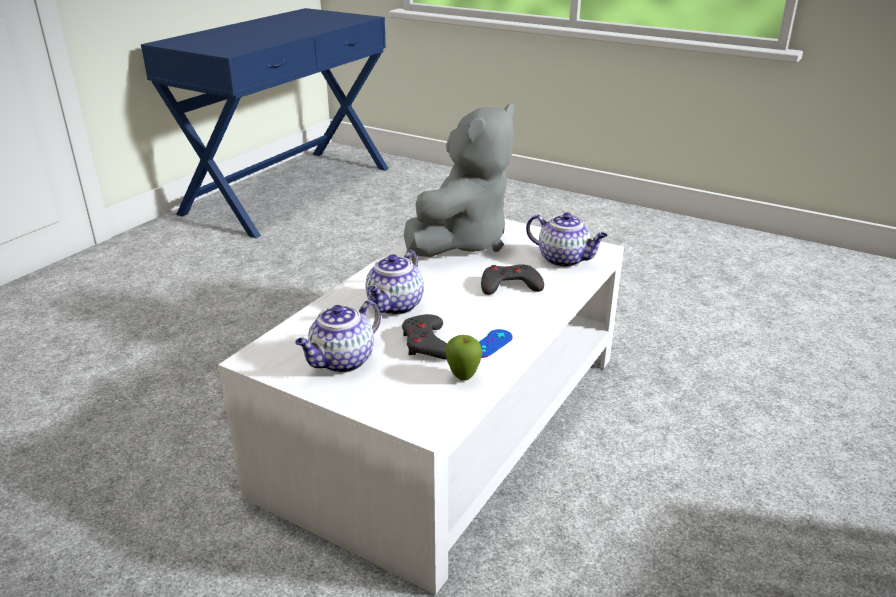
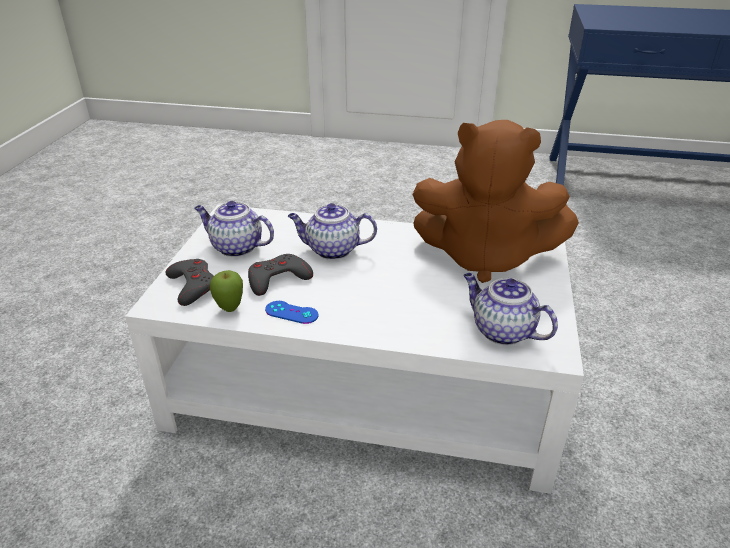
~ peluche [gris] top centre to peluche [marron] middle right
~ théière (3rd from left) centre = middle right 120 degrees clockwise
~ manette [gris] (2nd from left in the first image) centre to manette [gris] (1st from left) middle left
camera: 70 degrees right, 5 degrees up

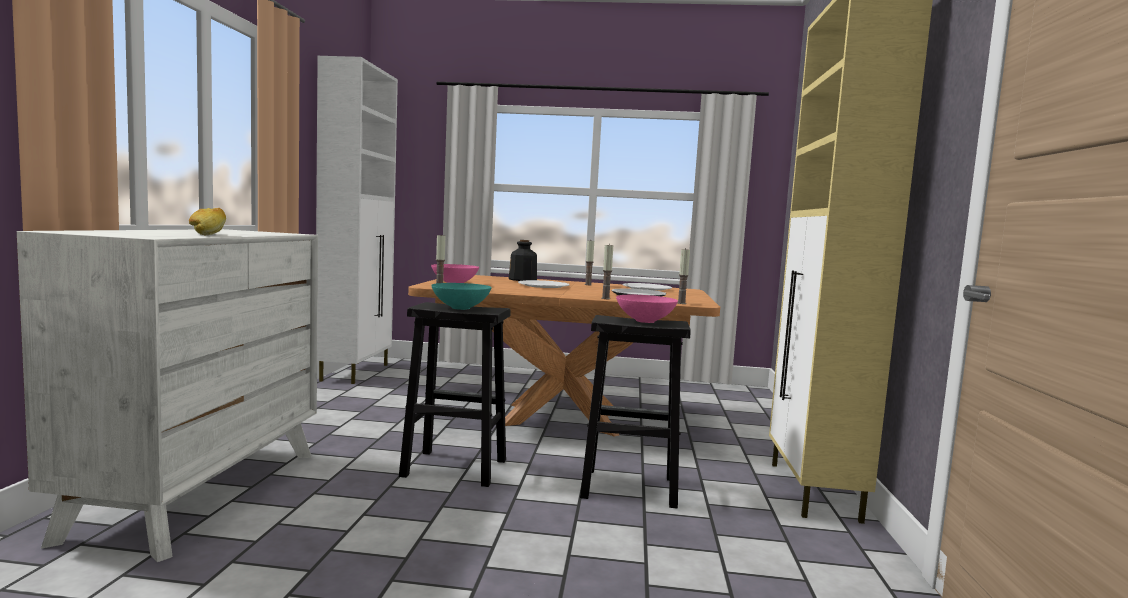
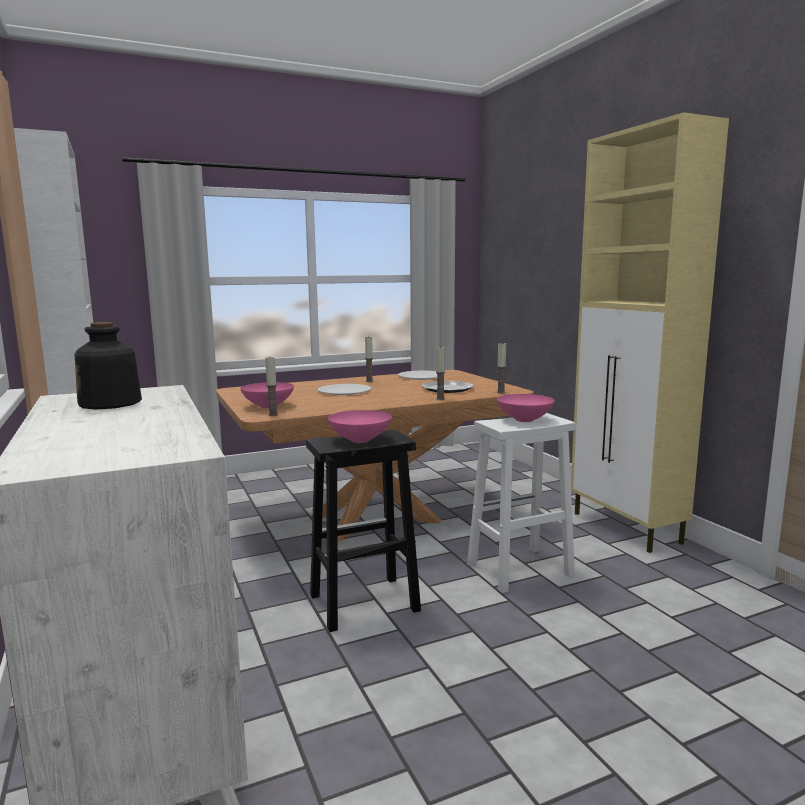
- pain middle left
~ bouteille centre to middle left
~ bol [turquoise] centre to bol [rose] (2nd from left) centre
~ tabouret [noir] (2nd from left) bottom centre to tabouret [blanc] centre
camera: 30 degrees left, 5 degrees up

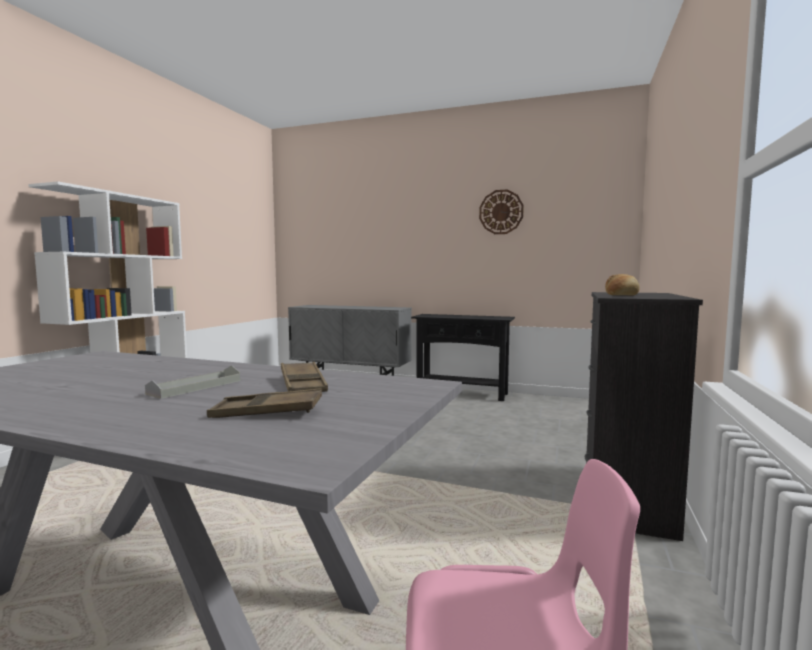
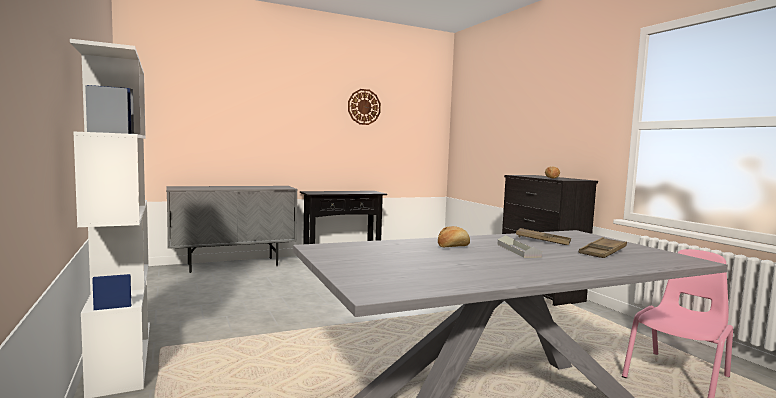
+ pain (1st from left) centre
camera: 45 degrees left, 0 degrees up

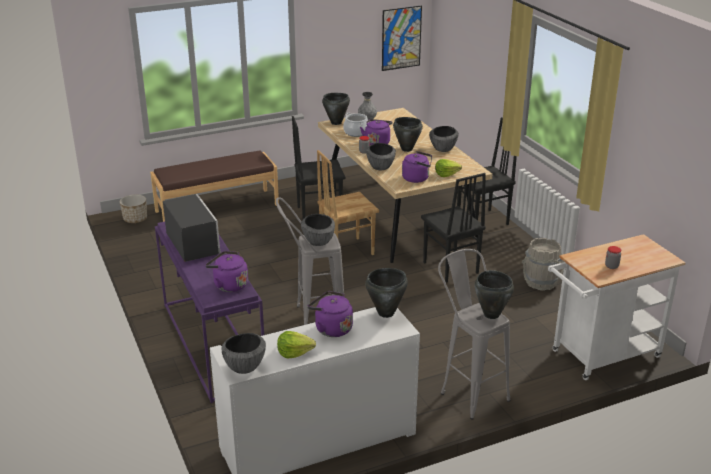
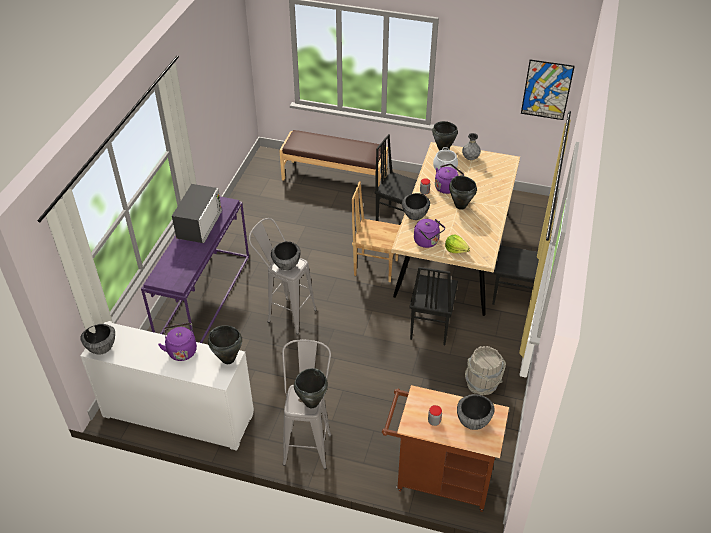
~ bol (4th from left) top centre to bottom right
- cache-pot middle left
~ chariot [blanc] middle right to chariot [marron] bottom centre
- bouilloire [violet] (1st from left) middle left
- laitue (1st from left) bottom centre
camera: 40 degrees right, 15 degrees up

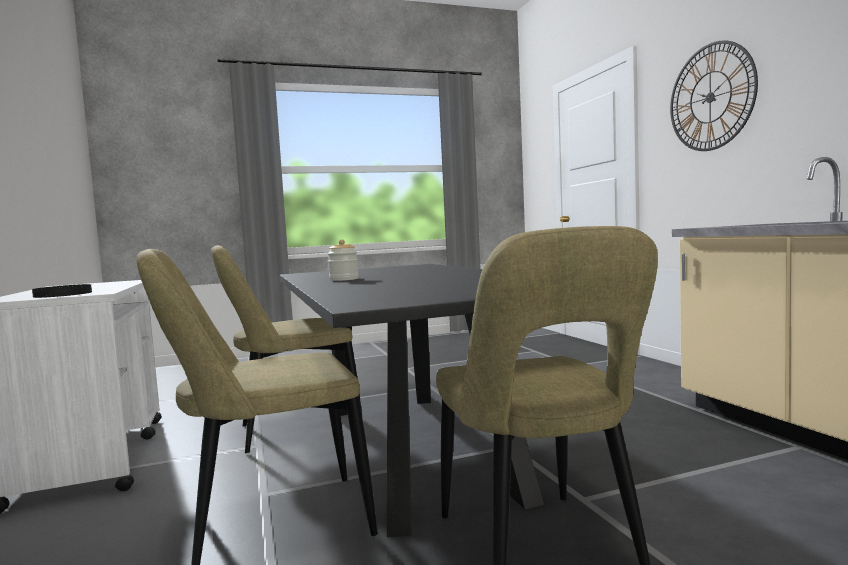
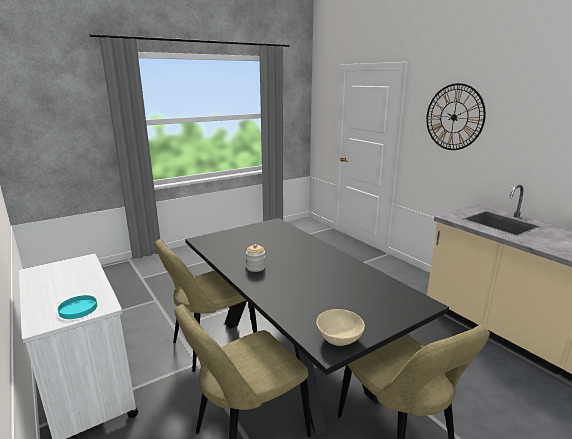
~ assiette [noir] middle left to assiette [turquoise] bottom left
+ bol [beige] bottom centre
camera: 15 degrees left, 15 degrees up

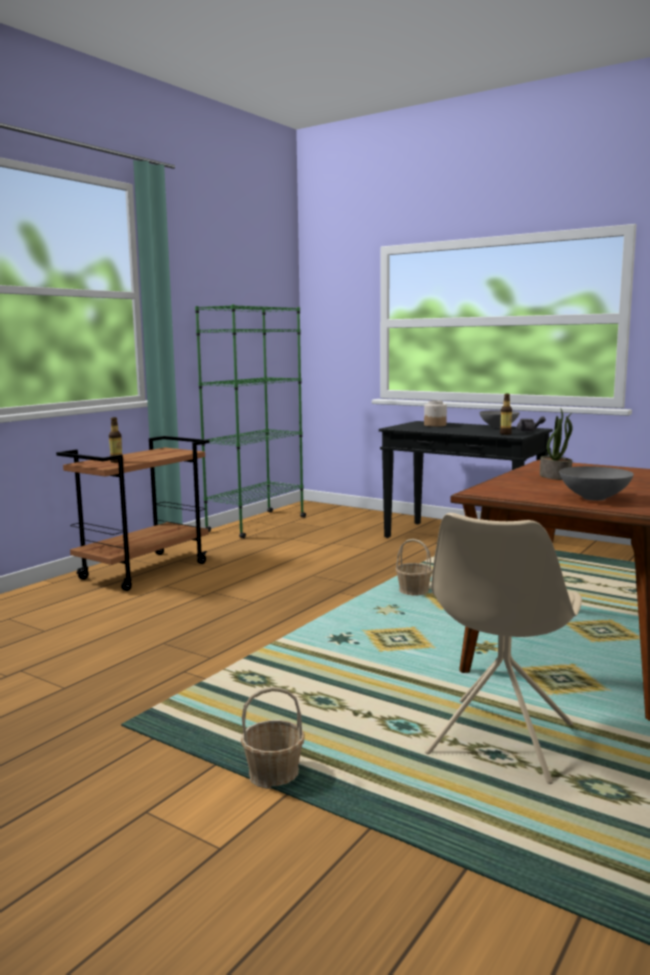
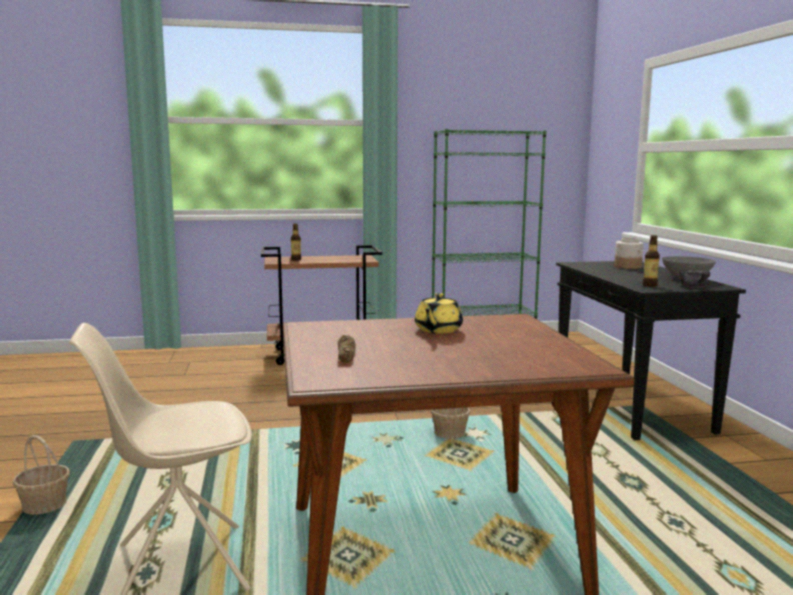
~ plante en pot middle right to théière [jaune] centre
~ bol [gris] (2nd from left) middle right to pain centre
camera: 45 degrees right, 0 degrees up

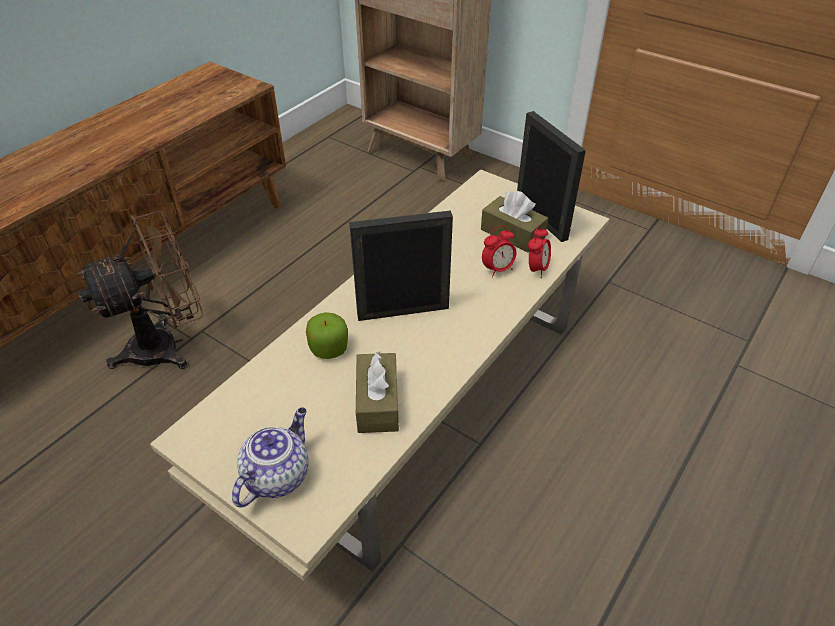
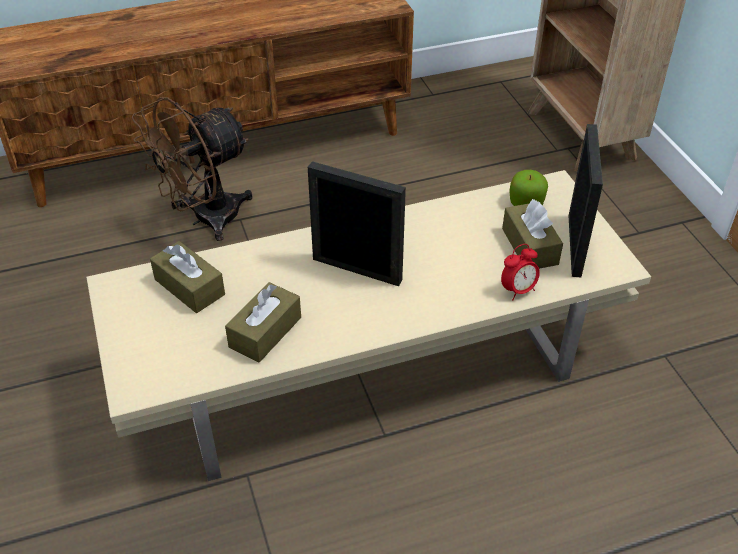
~ ventilateur [marron] middle left = top left 135 degrees clockwise
- réveil (1st from left) centre
~ pomme centre to middle right
- théière bottom left
+ boîte à mouchoirs [marron] (1st from left) middle left
camera: 35 degrees right, 0 degrees up

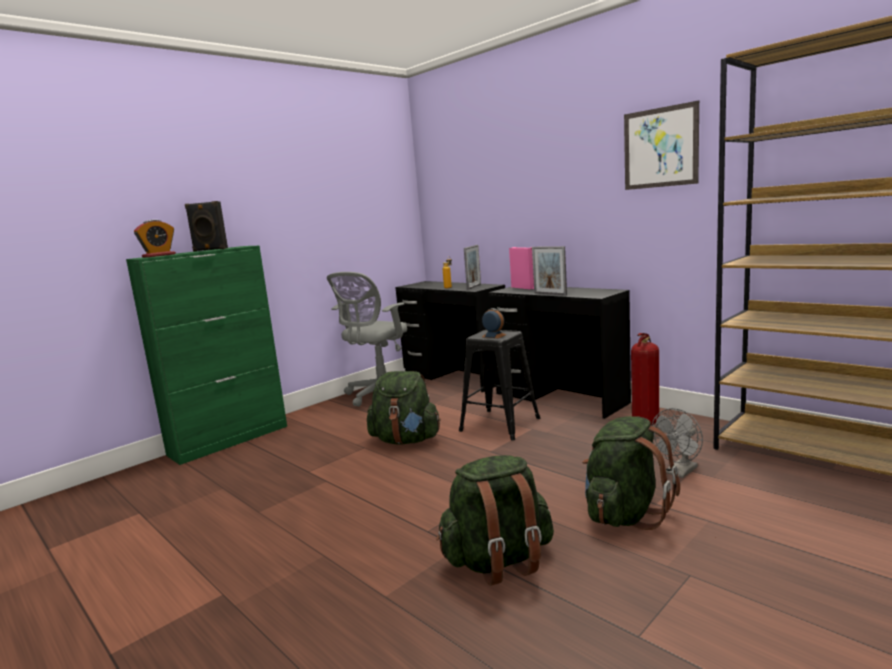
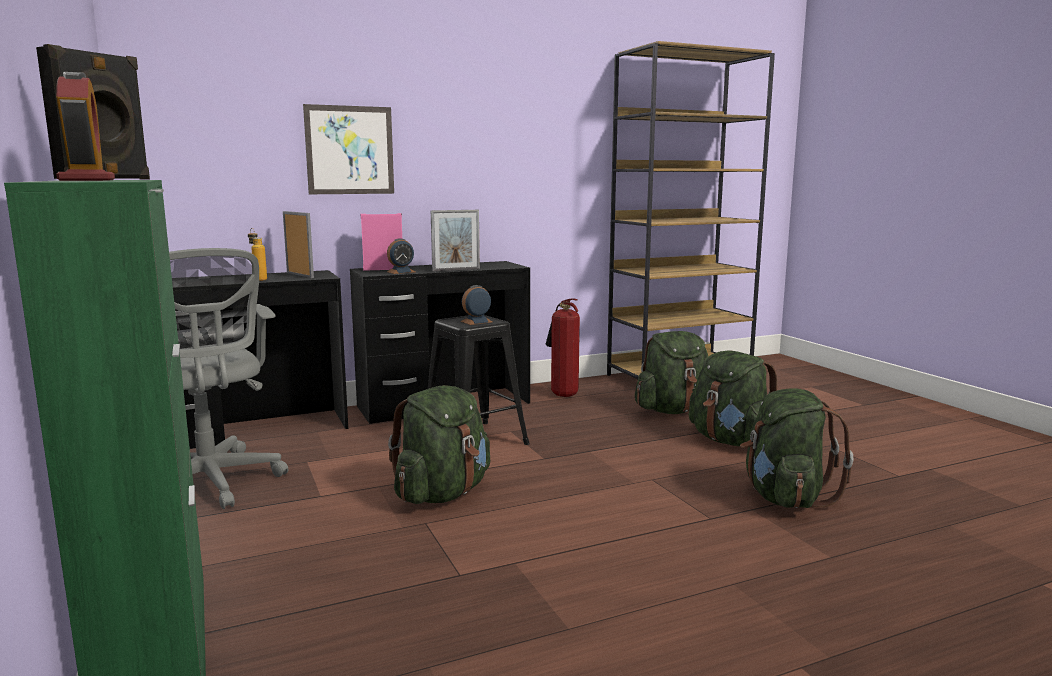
~ tableau top right to top left
~ ventilateur [gris] middle right to sac à dos [vert] (2nd from left) centre
+ réveil (2nd from left) centre
camera: 70 degrees left, 0 degrees up

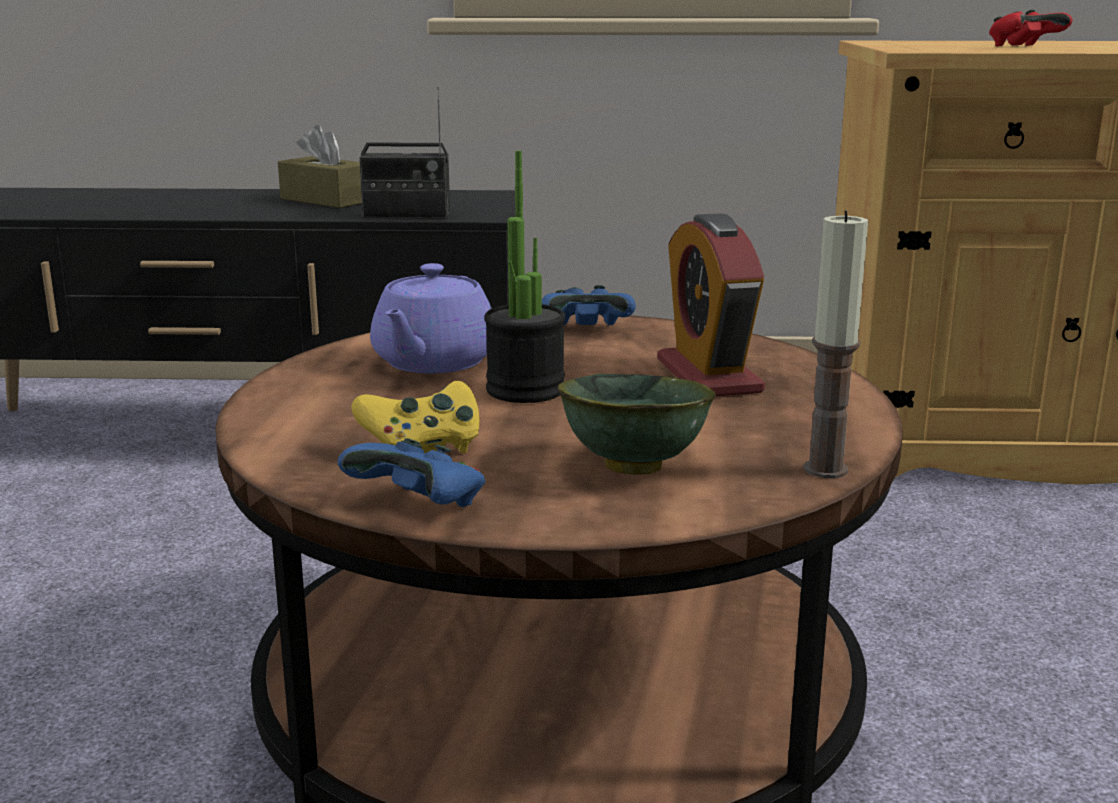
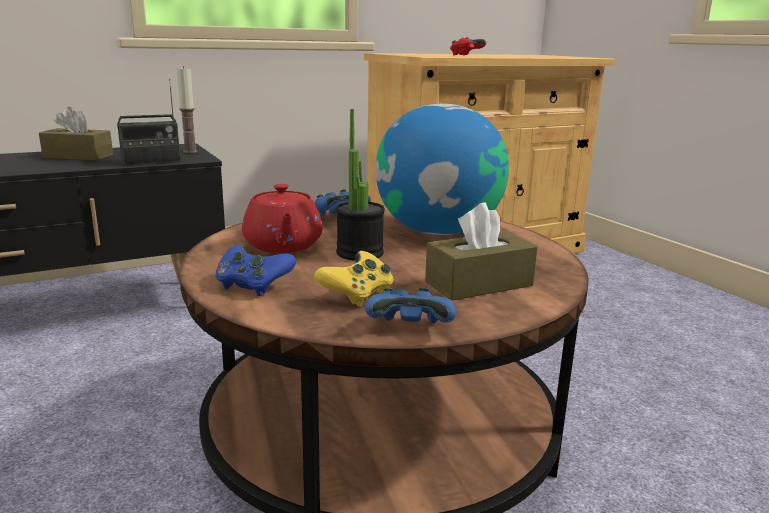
~ bougie middle right to top left
~ réveil centre to globe top centre
~ théière [violet] centre to théière [rouge] centre
~ bol [vert] centre to boîte à mouchoirs [marron] (2nd from left) centre
+ manette [bleu] (1st from left) middle left
camera: 30 degrees left, 0 degrees up

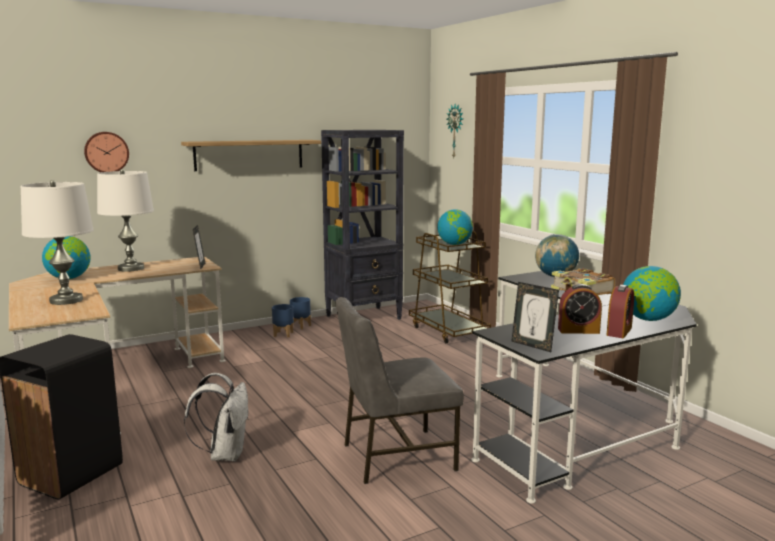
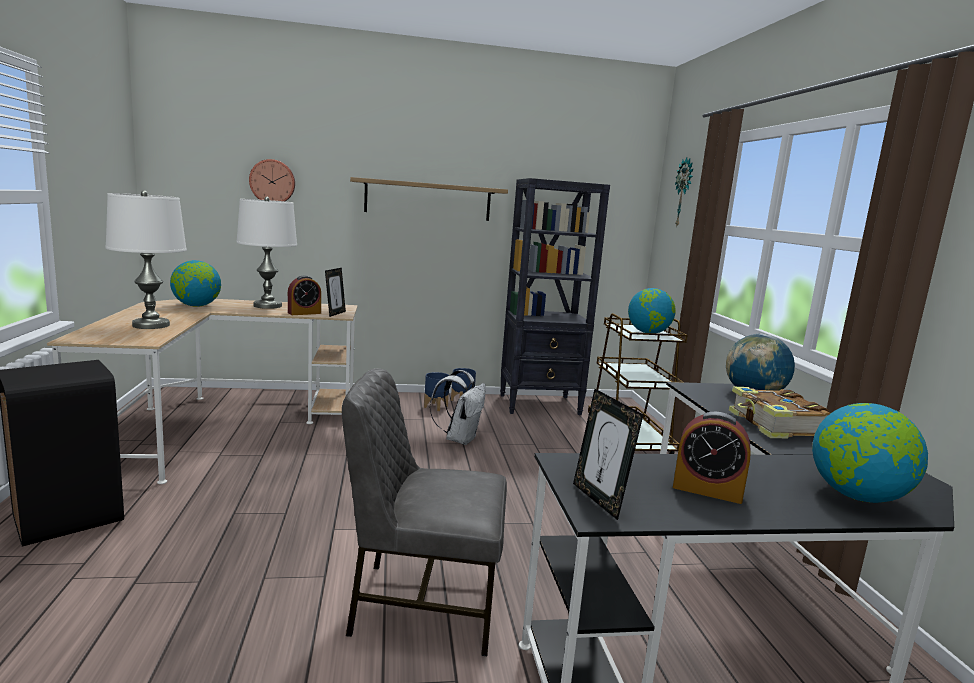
~ réveil (2nd from left in the first image) middle right to réveil (1st from left) middle left
~ sac à dos [blanc] bottom left to centre
camera: 20 degrees right, 0 degrees up

